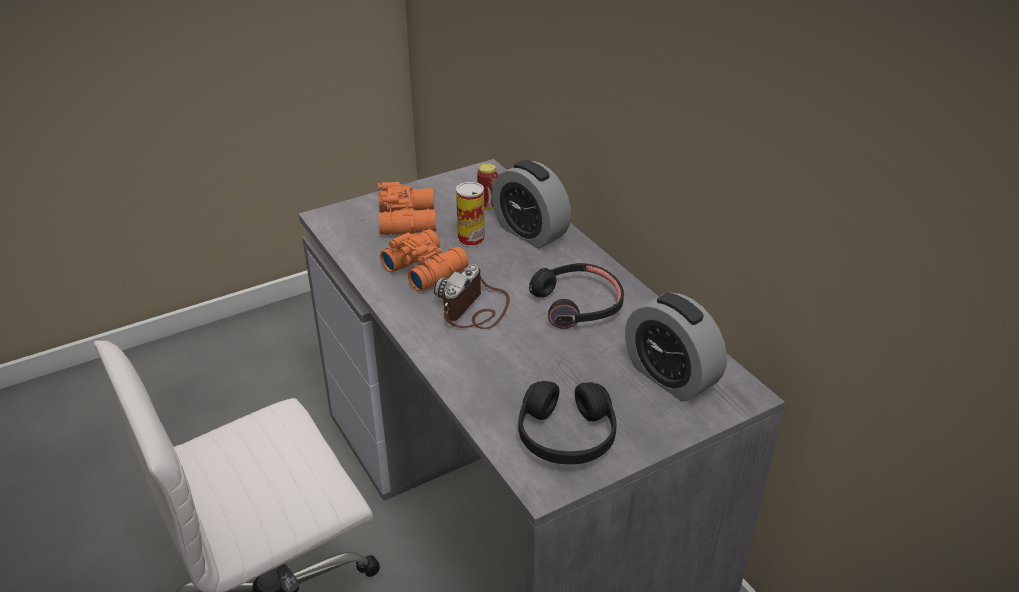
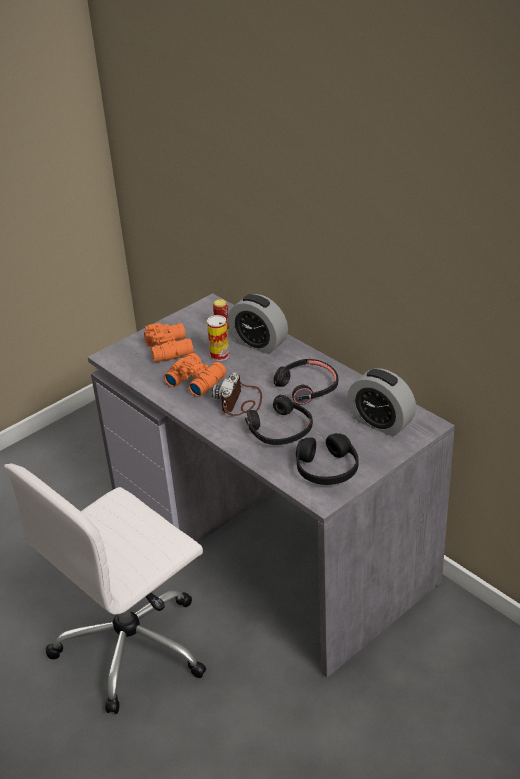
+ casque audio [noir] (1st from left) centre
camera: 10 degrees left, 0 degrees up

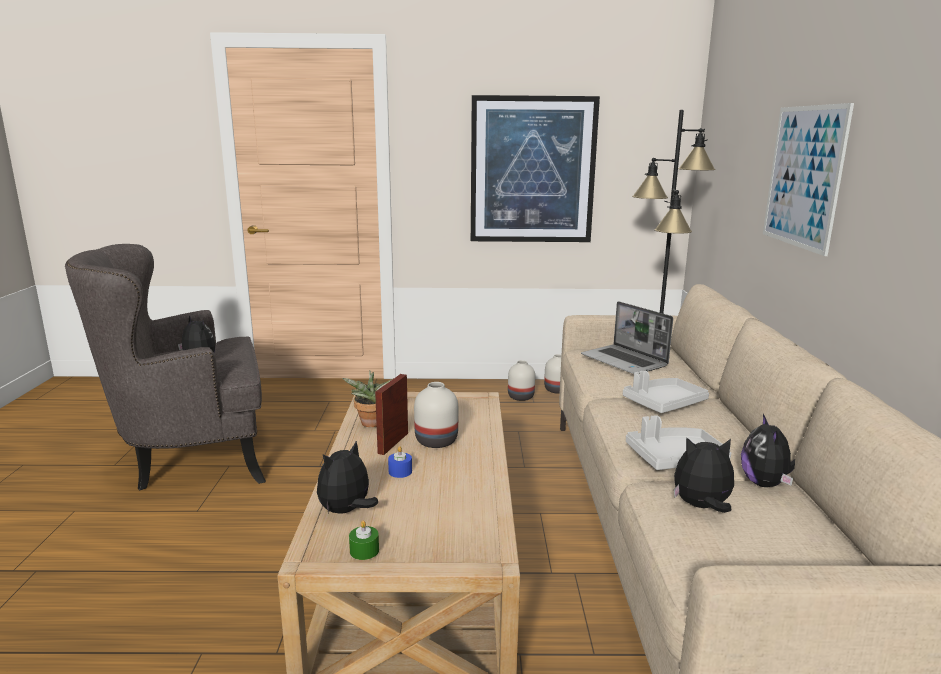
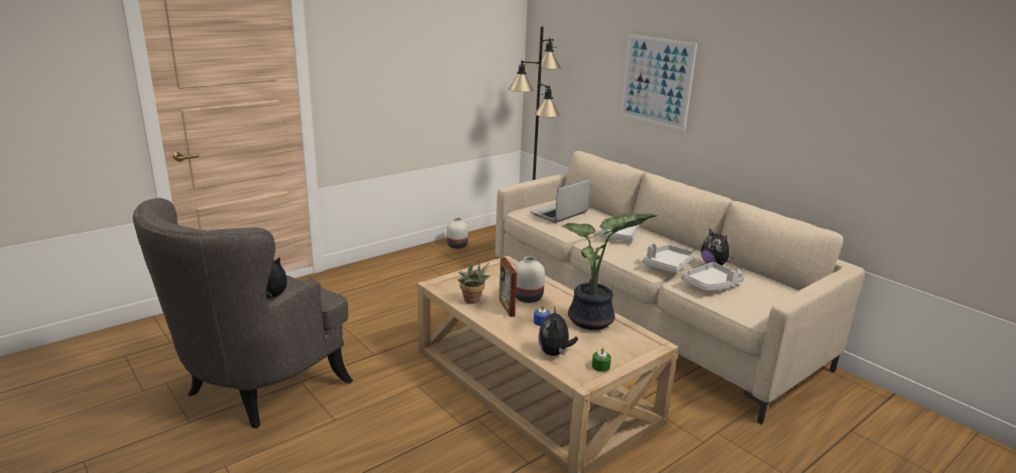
- tableau (1st from left) top centre
~ ordinateur portable centre = centre 120 degrees clockwise
- vase [blanc] (2nd from left) centre
~ peluche (3rd from left) bottom right to plateau [gris] (3rd from left) middle right
+ plante en pot (2nd from left) centre
camera: 40 degrees left, 5 degrees up

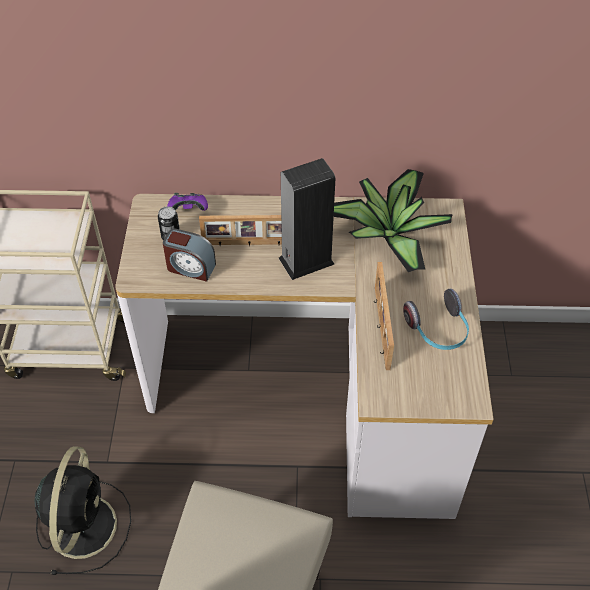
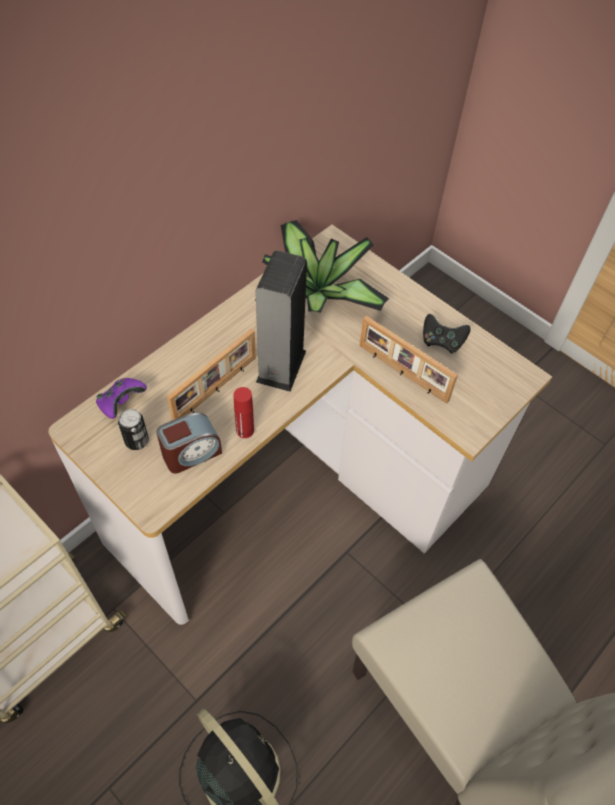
~ casque audio middle right to manette [noir] middle right
+ bouteille [rouge] centre
camera: 50 degrees left, 5 degrees up

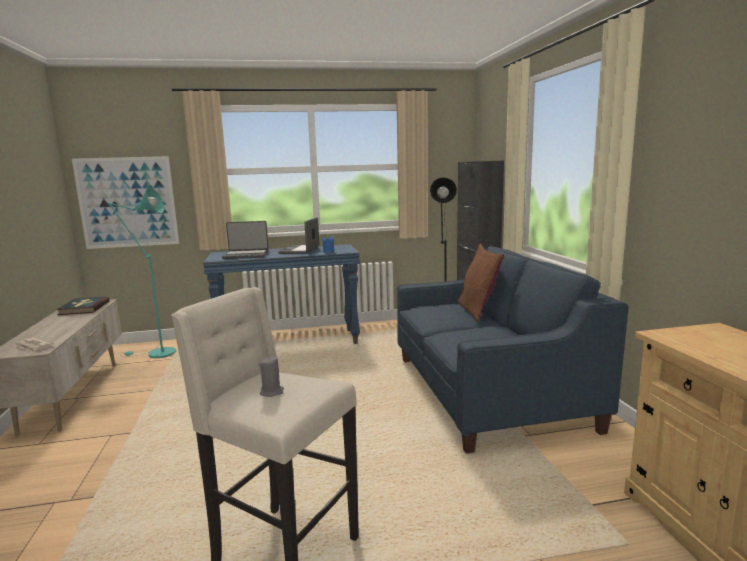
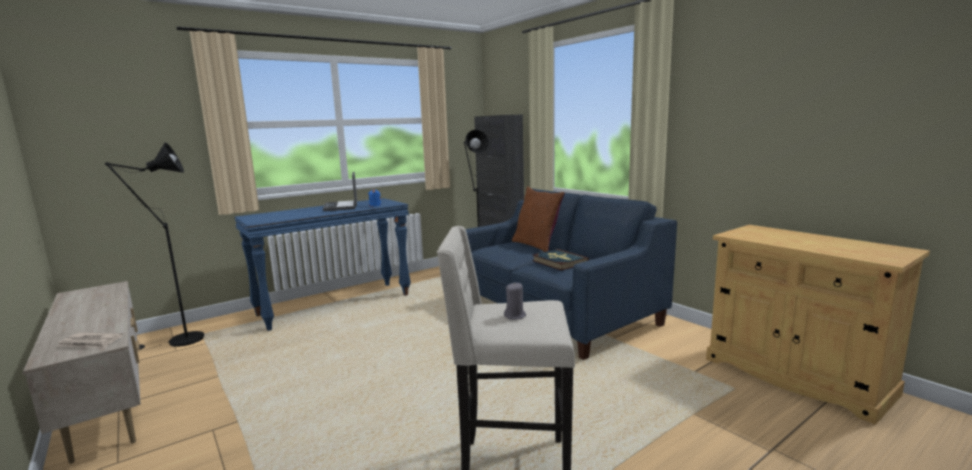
- tableau middle left
~ lampadaire [turquoise] middle left to lampadaire [noir] (1st from left) middle left
- ordinateur portable (1st from left) middle left
~ livre middle left to centre
camera: 25 degrees left, 0 degrees up

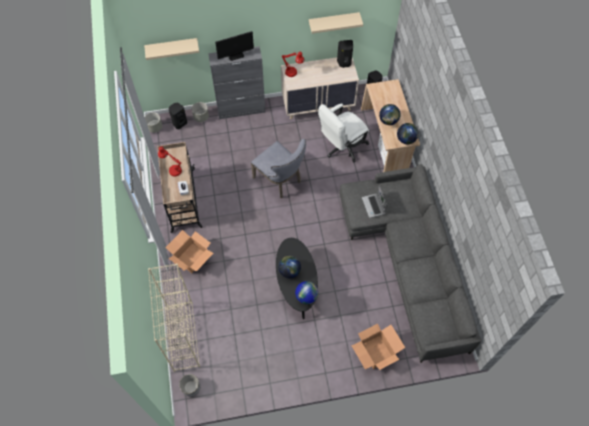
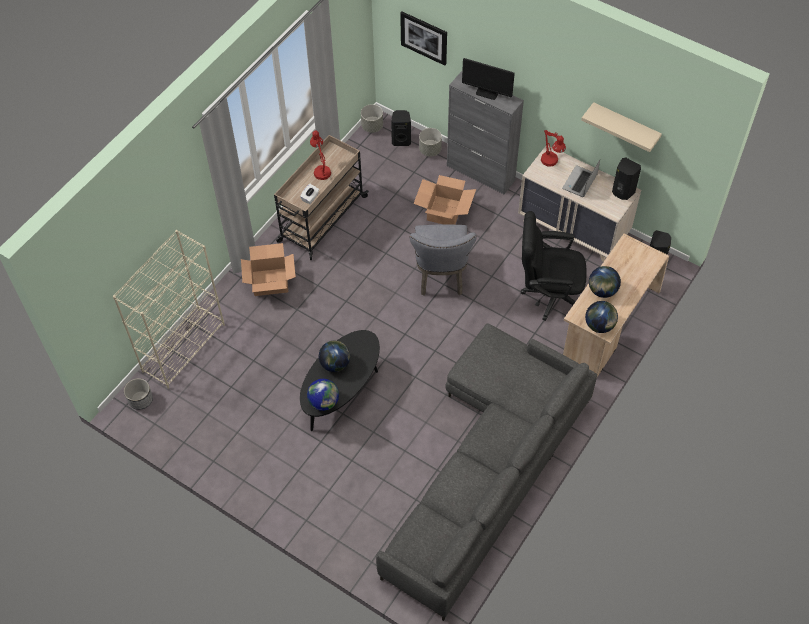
~ étagère [beige] (1st from left) top left to tableau top centre
~ chaise de bureau [blanc] top centre to chaise de bureau [noir] middle right
~ ordinateur portable centre to top right
~ carton (2nd from left) bottom centre to top centre
camera: 45 degrees right, 5 degrees down

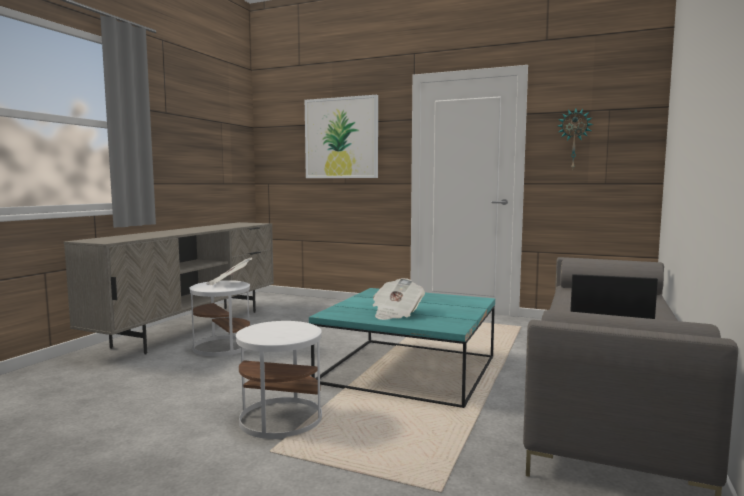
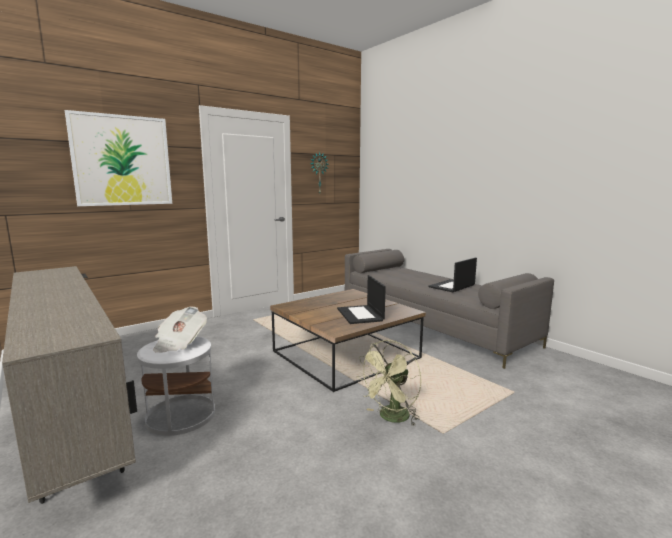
~ journal (2nd from left) centre to ordinateur portable (1st from left) centre
~ table basse [turquoise] bottom centre to table basse [marron] centre
~ table d'appoint [blanc] (2nd from left) bottom centre to ventilateur [vert] bottom centre
camera: 60 degrees left, 5 degrees up

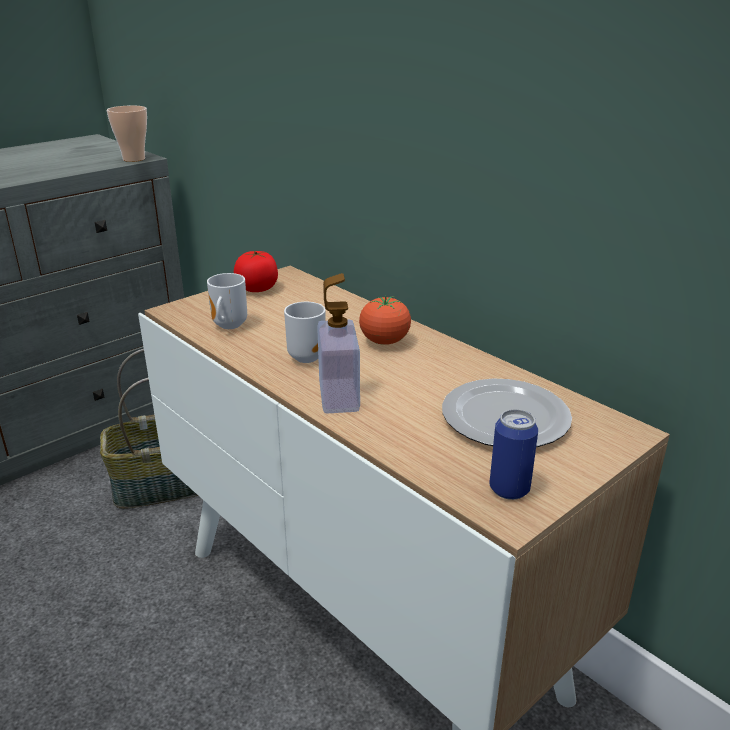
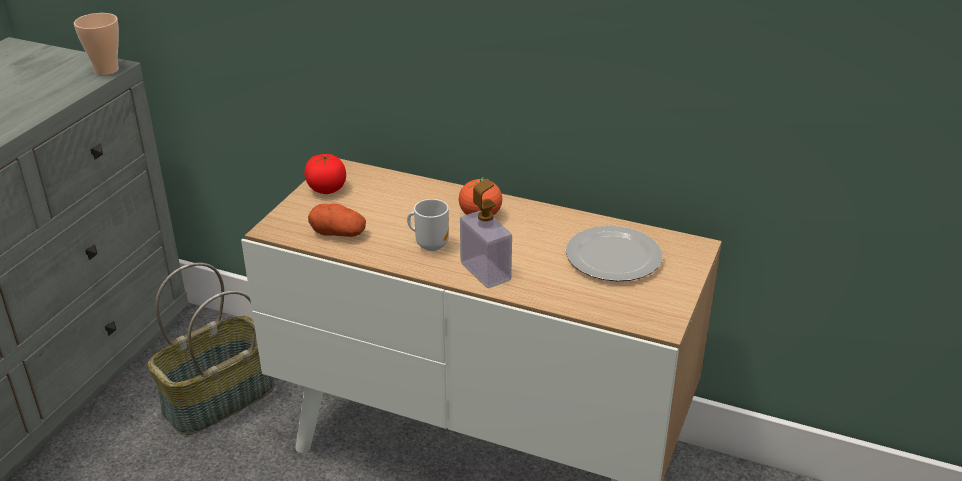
~ mug (1st from left) middle left to pomme de terre centre
- boîte métallique middle right
camera: 25 degrees left, 5 degrees up

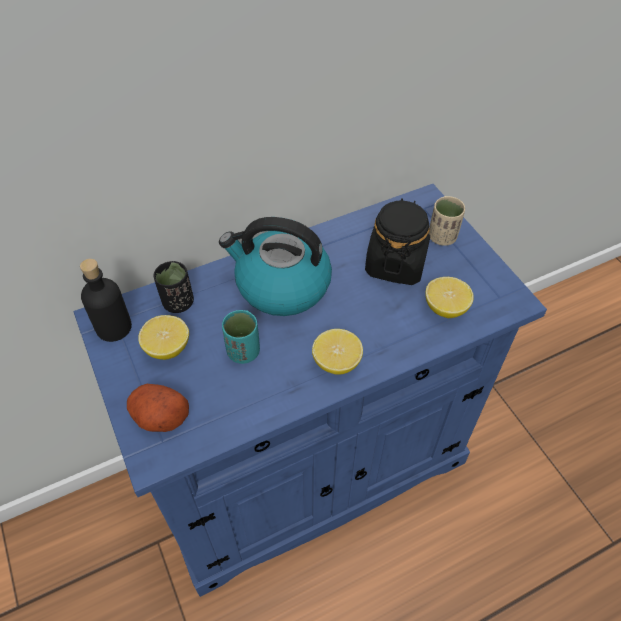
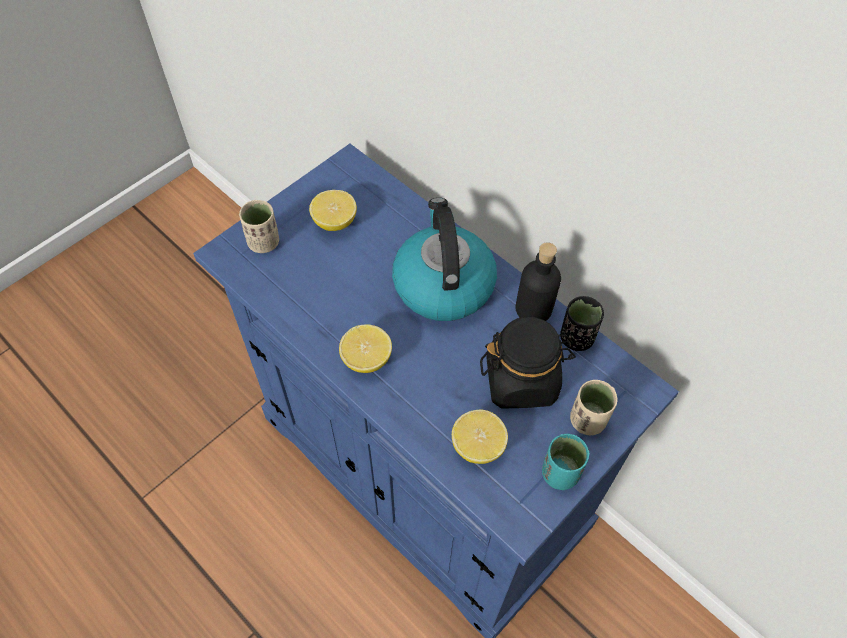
~ bouteille [noir] middle left to centre
~ tasse [noir] middle left to middle right
~ tasse [turquoise] centre to bottom right
~ pomme de terre middle left to tasse [beige] (1st from left) middle left
camera: 70 degrees right, 5 degrees up

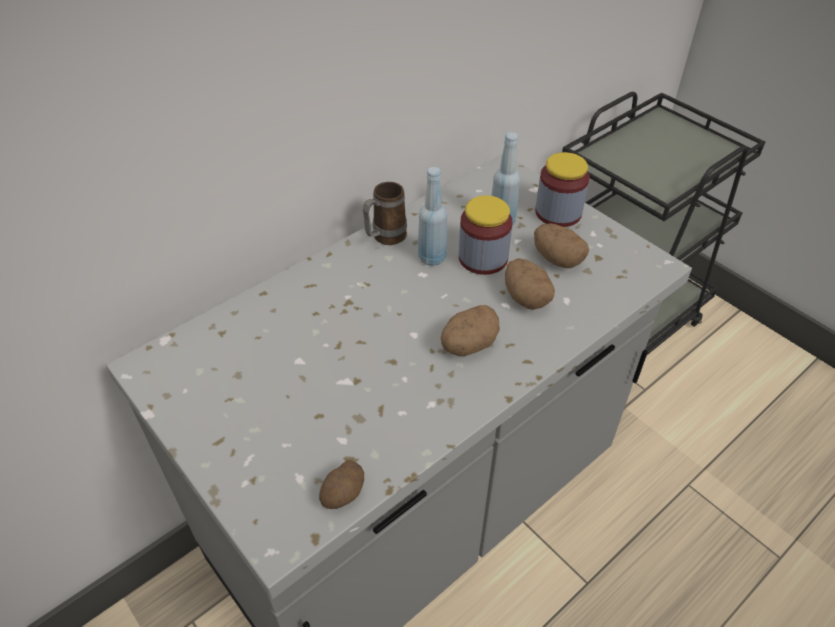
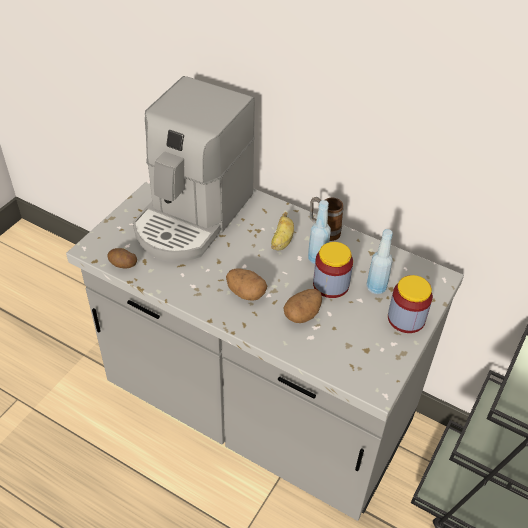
- pomme de terre (4th from left) middle right
+ machine à café top centre
+ banane centre
camera: 70 degrees right, 0 degrees up

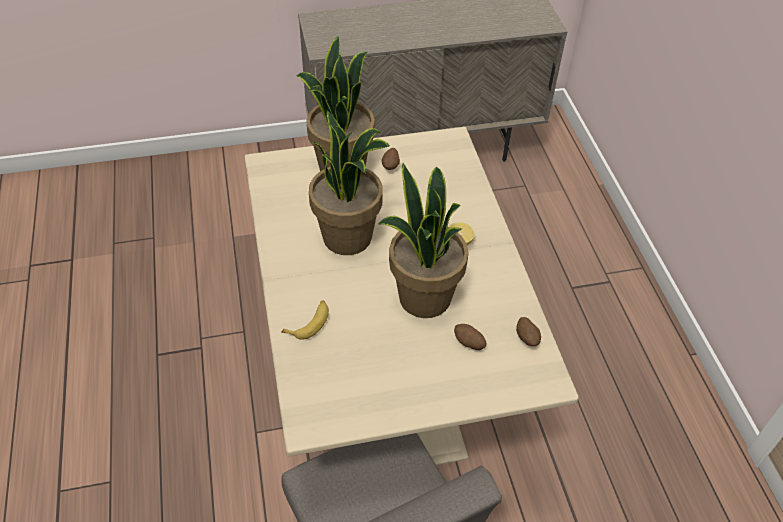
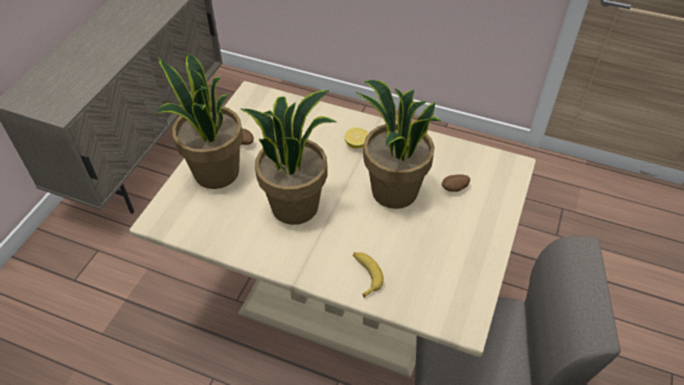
- pomme de terre (3rd from left) middle right
camera: 55 degrees left, 0 degrees up

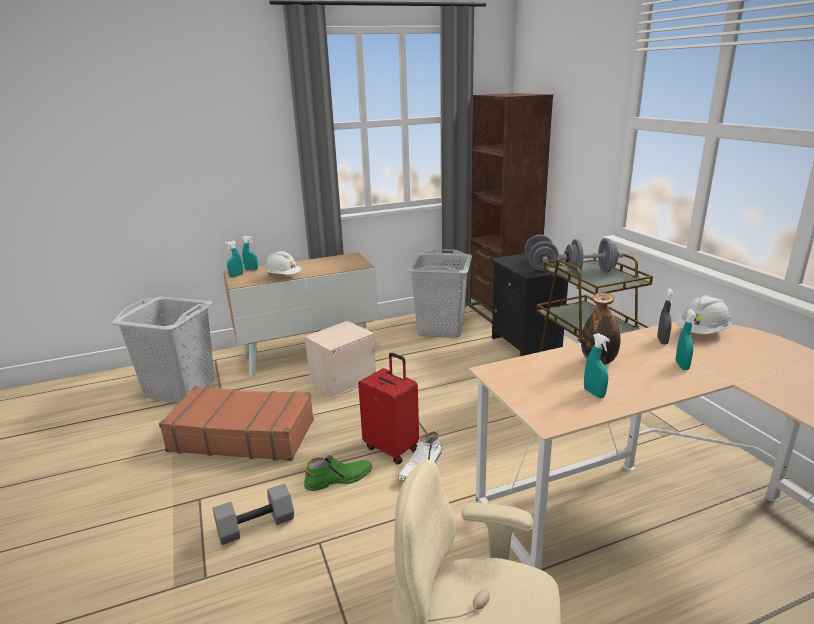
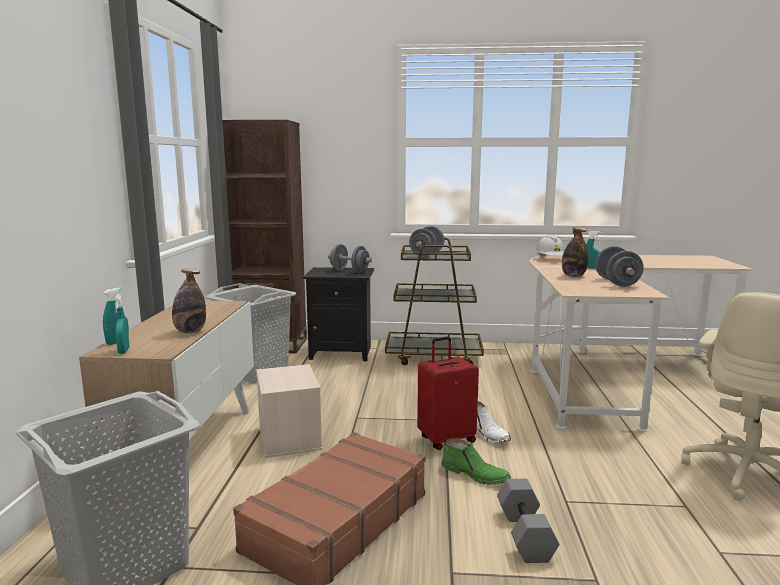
~ casque de chantier [blanc] (1st from left) centre to bouteille (1st from left) middle left
- vaporisateur [gris] middle right
~ vaporisateur [turquoise] (3rd from left) middle right to haltère [gris] (4th from left) middle right
~ botte [vert] bottom centre = bottom centre 120 degrees clockwise
camera: 65 degrees left, 10 degrees down

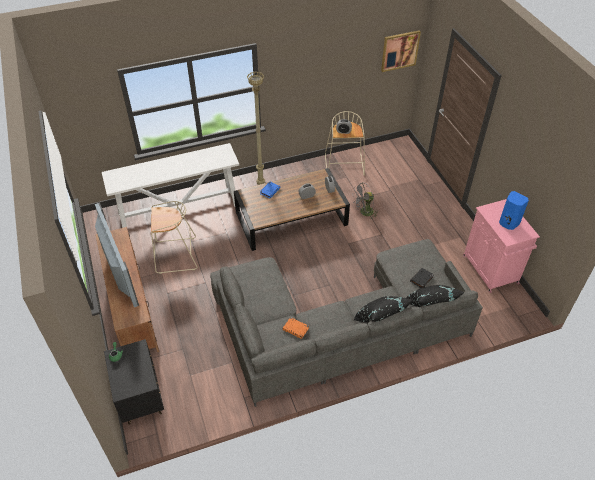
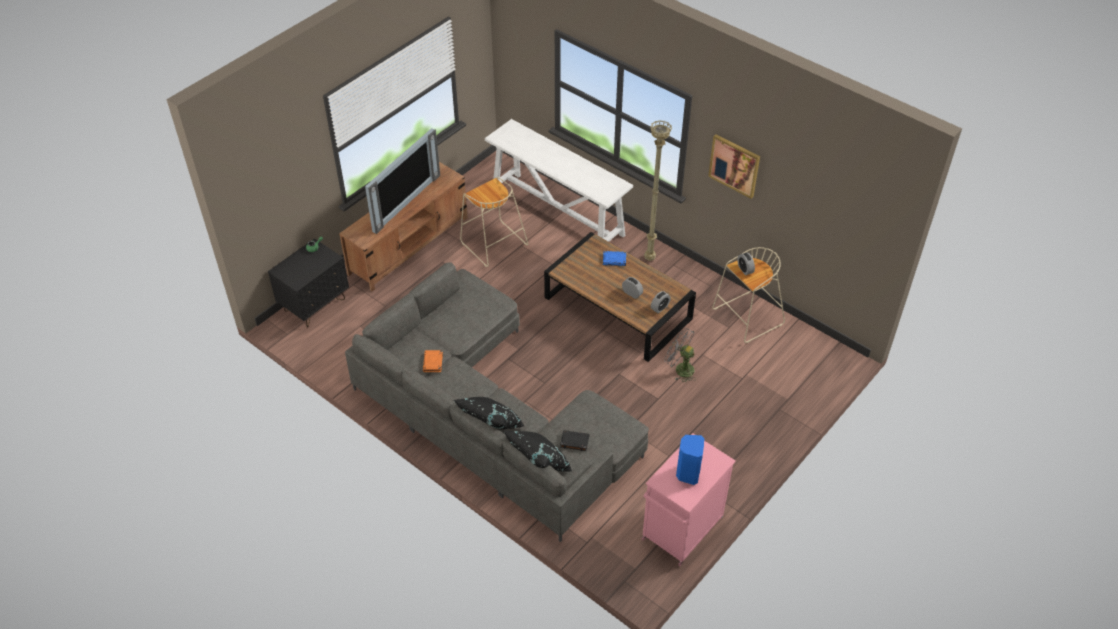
~ tableau top right to top centre
camera: 60 degrees right, 0 degrees up

